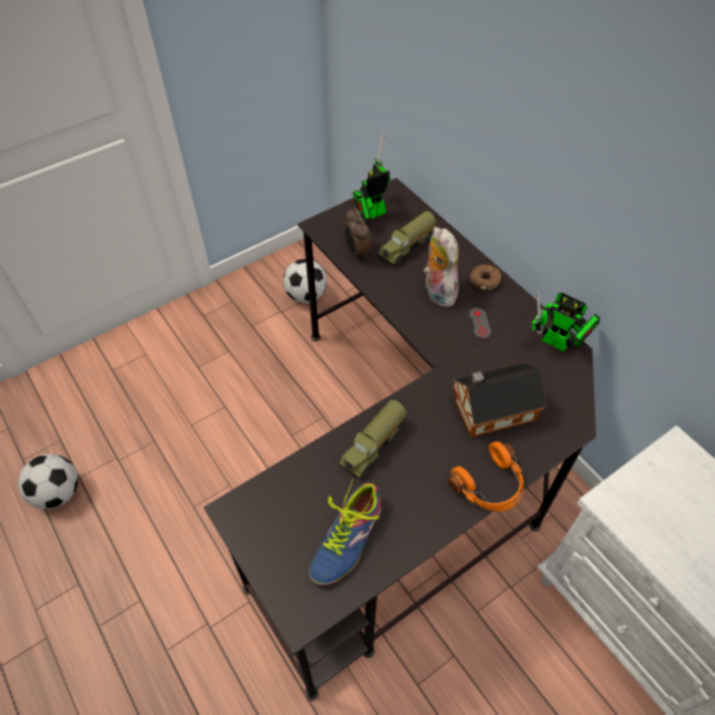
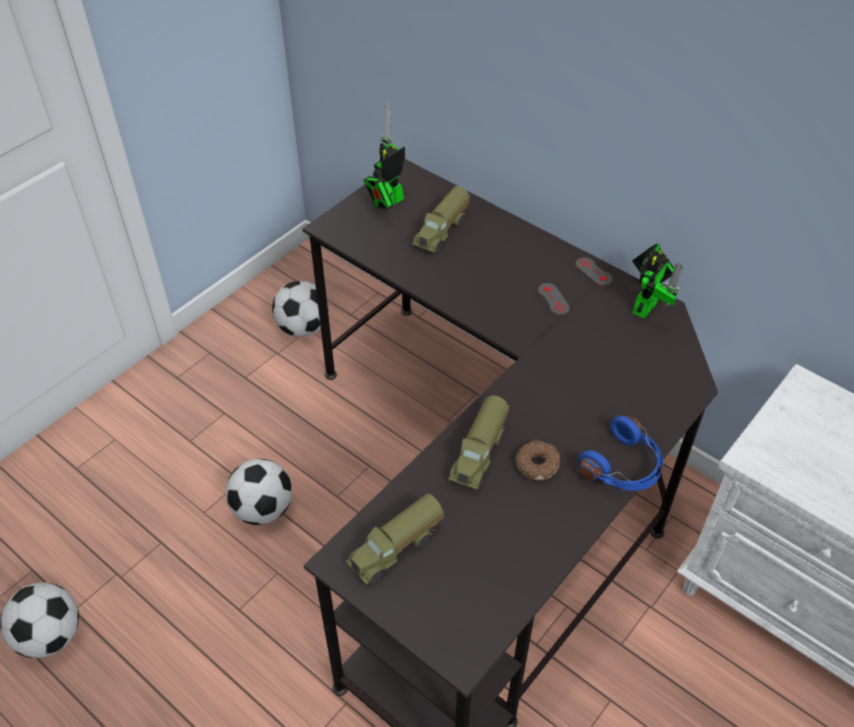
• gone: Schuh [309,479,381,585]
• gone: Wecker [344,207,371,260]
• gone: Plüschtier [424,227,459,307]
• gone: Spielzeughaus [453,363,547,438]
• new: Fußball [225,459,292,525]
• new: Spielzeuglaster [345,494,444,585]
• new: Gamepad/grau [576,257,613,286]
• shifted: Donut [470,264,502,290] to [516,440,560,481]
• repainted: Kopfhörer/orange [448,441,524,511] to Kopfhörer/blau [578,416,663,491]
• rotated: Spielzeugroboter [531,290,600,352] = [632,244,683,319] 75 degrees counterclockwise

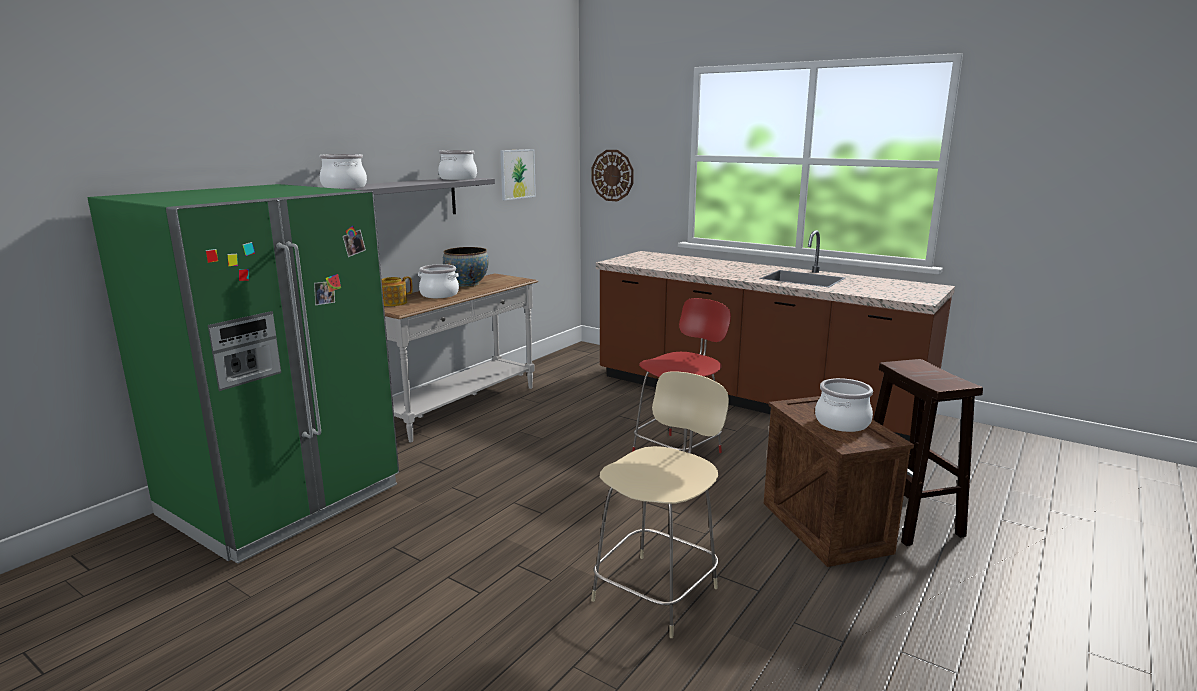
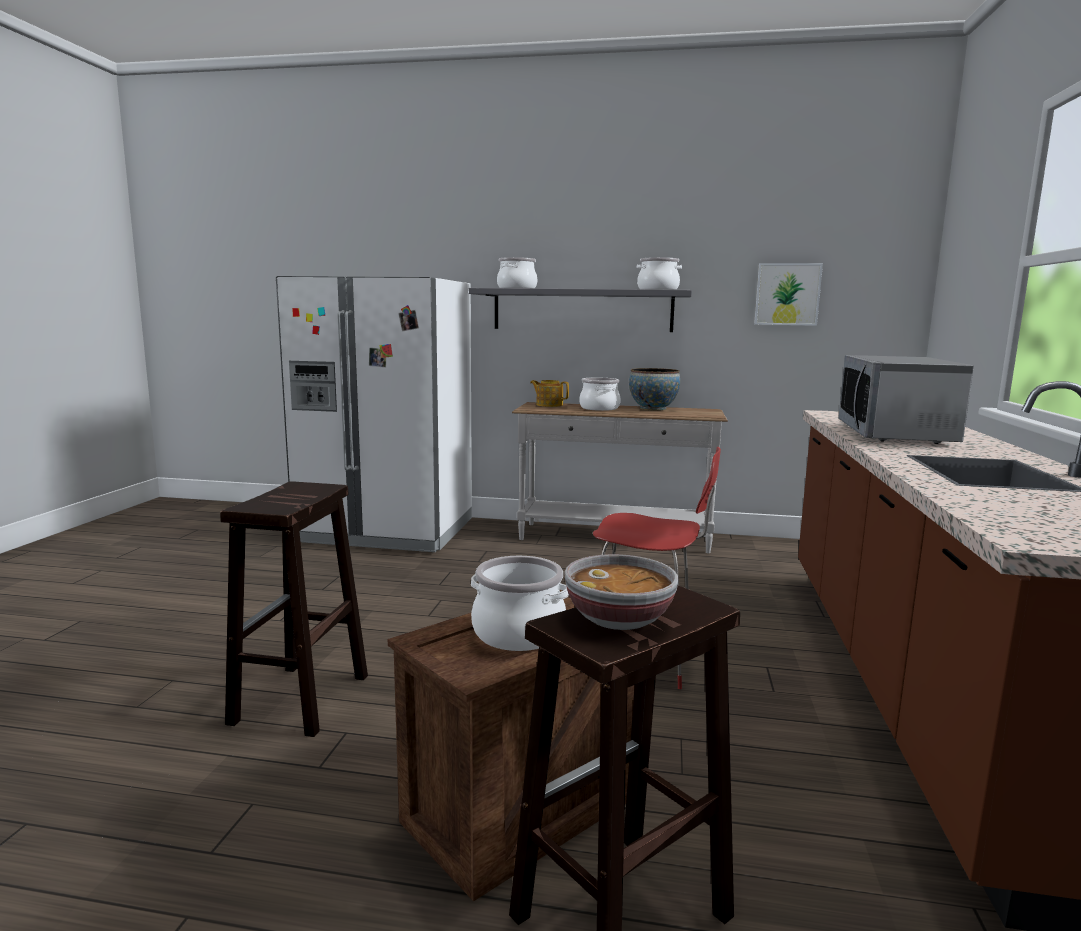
• gone: Wanduhr [591,150,634,201]
• new: Schüssel [564,554,678,630]
• new: Mikrowelle [838,355,974,444]
• swapped: Stuhl/beige [591,372,729,638] to Hocker/braun [220,481,368,737]
• repainted: Kühlschrank/grün [88,184,399,564] to Kühlschrank/weiß [276,276,472,552]

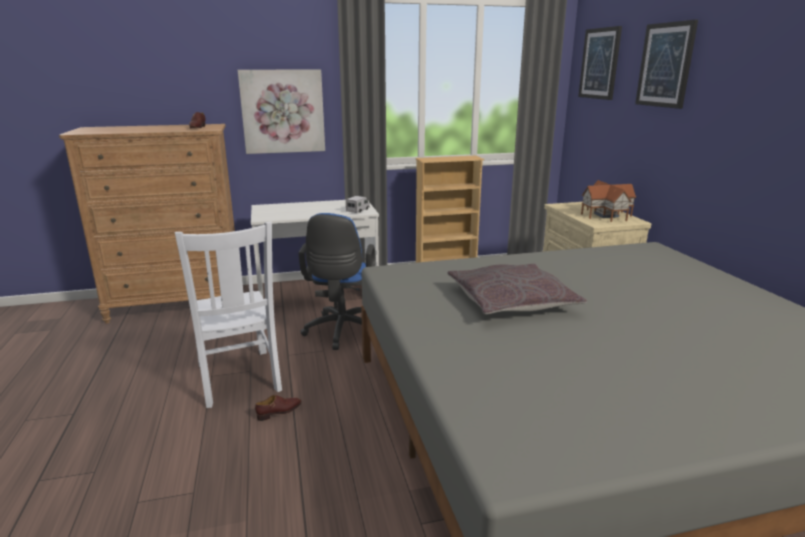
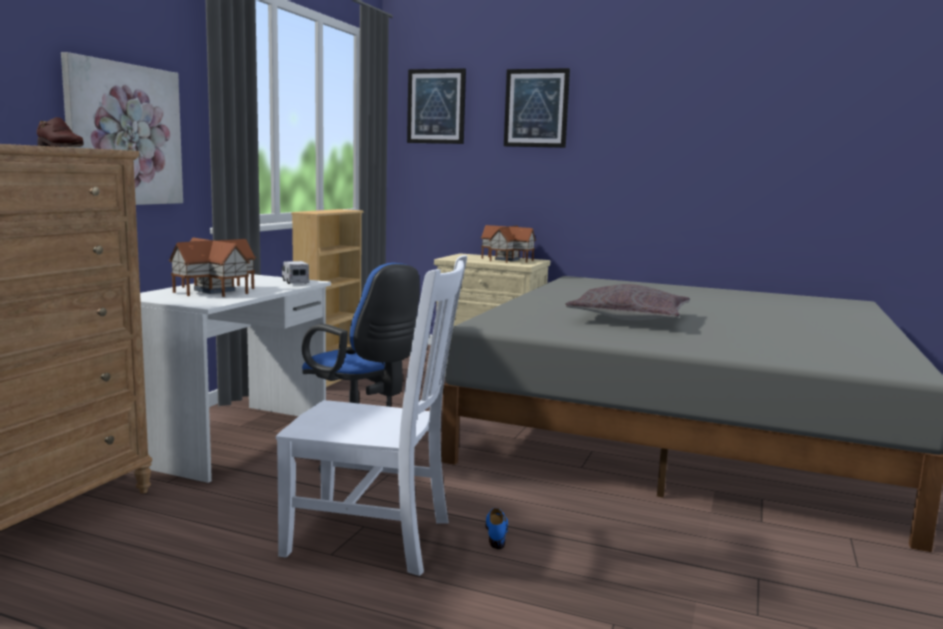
• new: Spielzeughaus [169,238,256,297]
• repainted: Schuh/braun [255,395,301,421] to Schuh/blau [485,508,508,549]

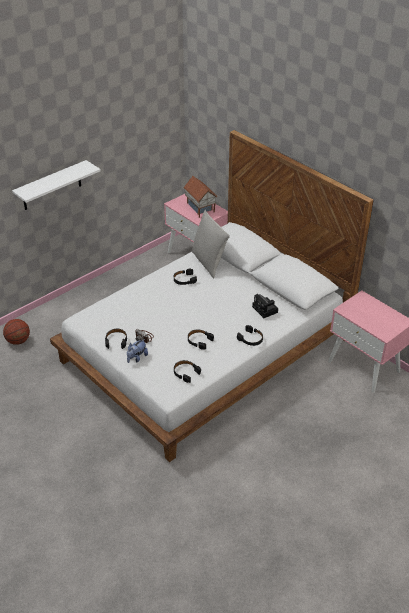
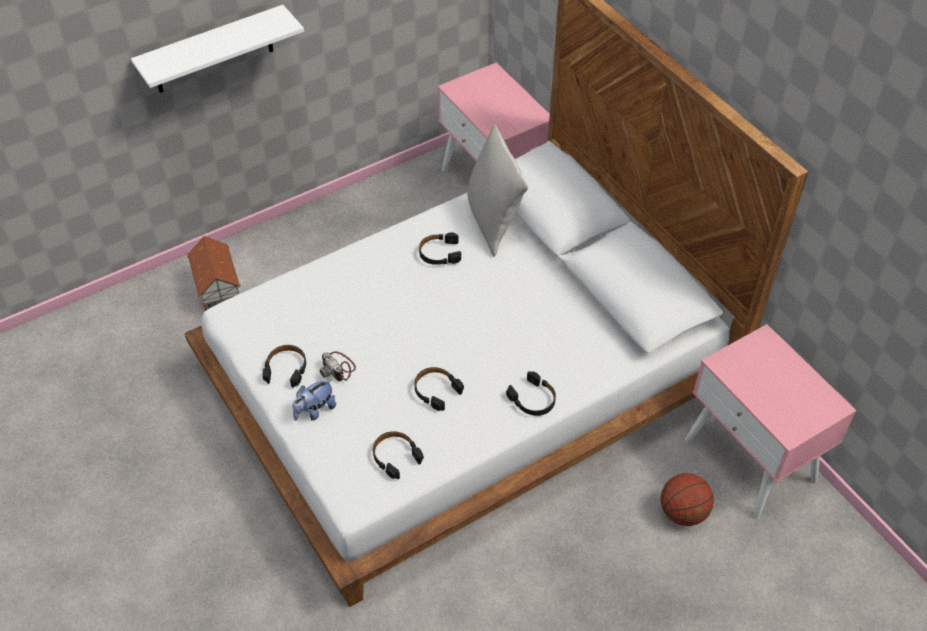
• gone: Kamera [252,294,278,318]
• shifted: Basketball [3,319,30,345] to [660,473,714,526]
• shifted: Spielzeughaus [183,176,217,218] to [187,236,241,311]

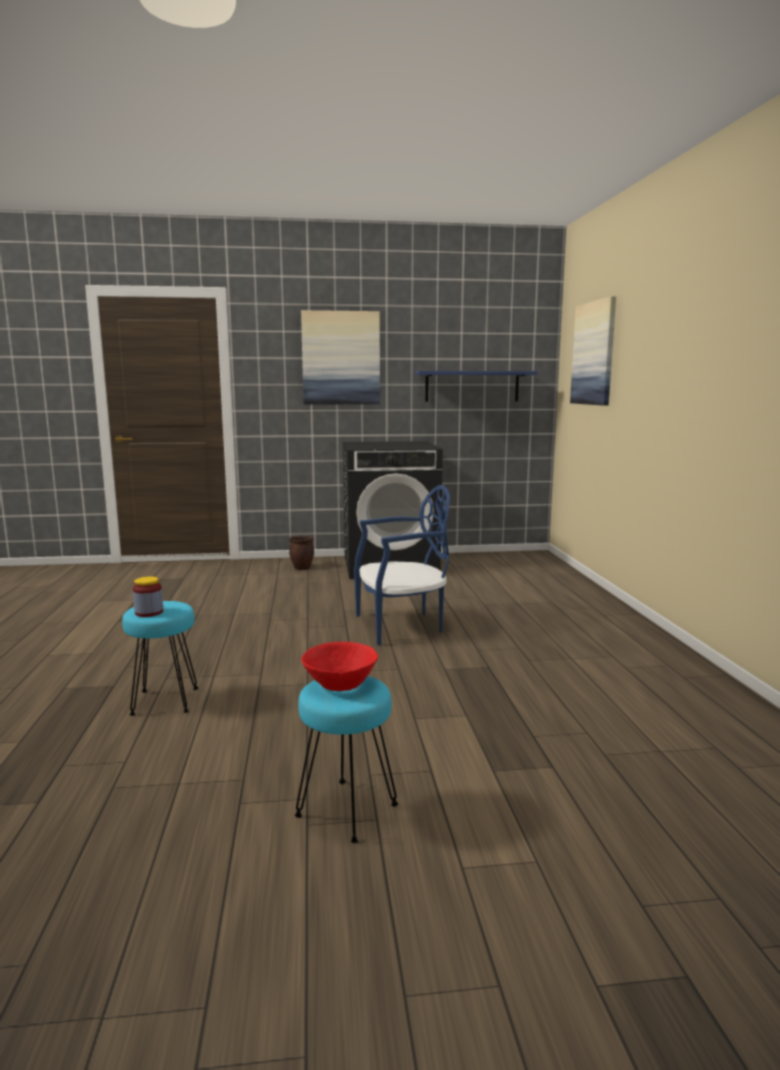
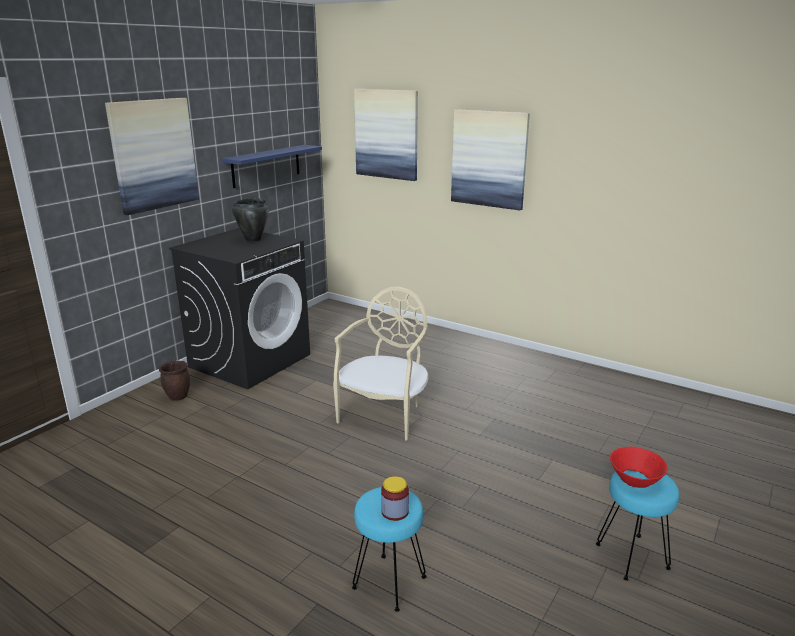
• new: Kochtopf/schwarz [232,198,269,242]
• new: Bild [451,109,530,210]
• repainted: Stuhl/blau [354,485,450,645] to Stuhl/beige [333,287,429,441]

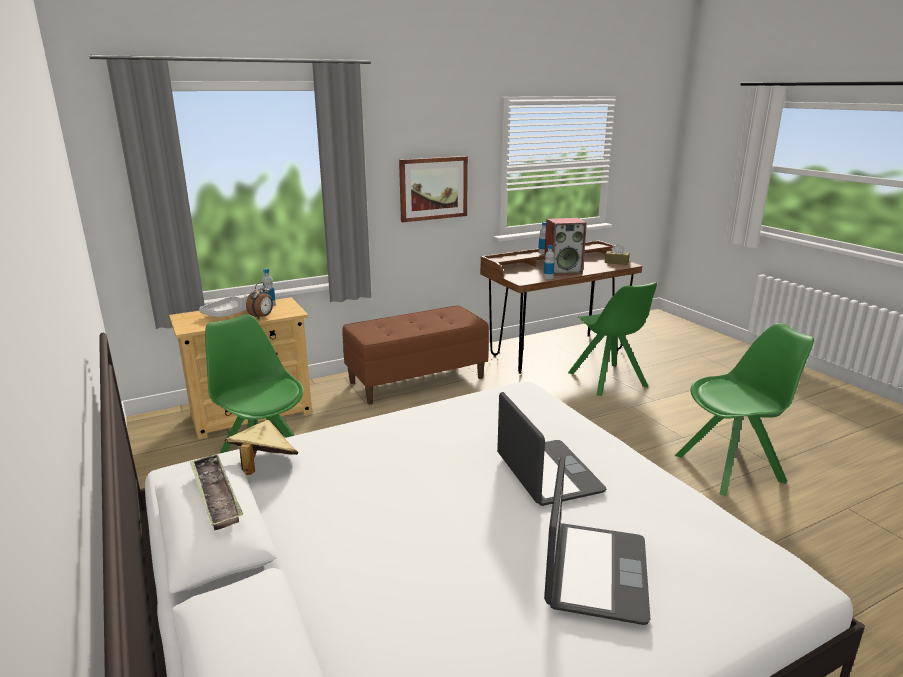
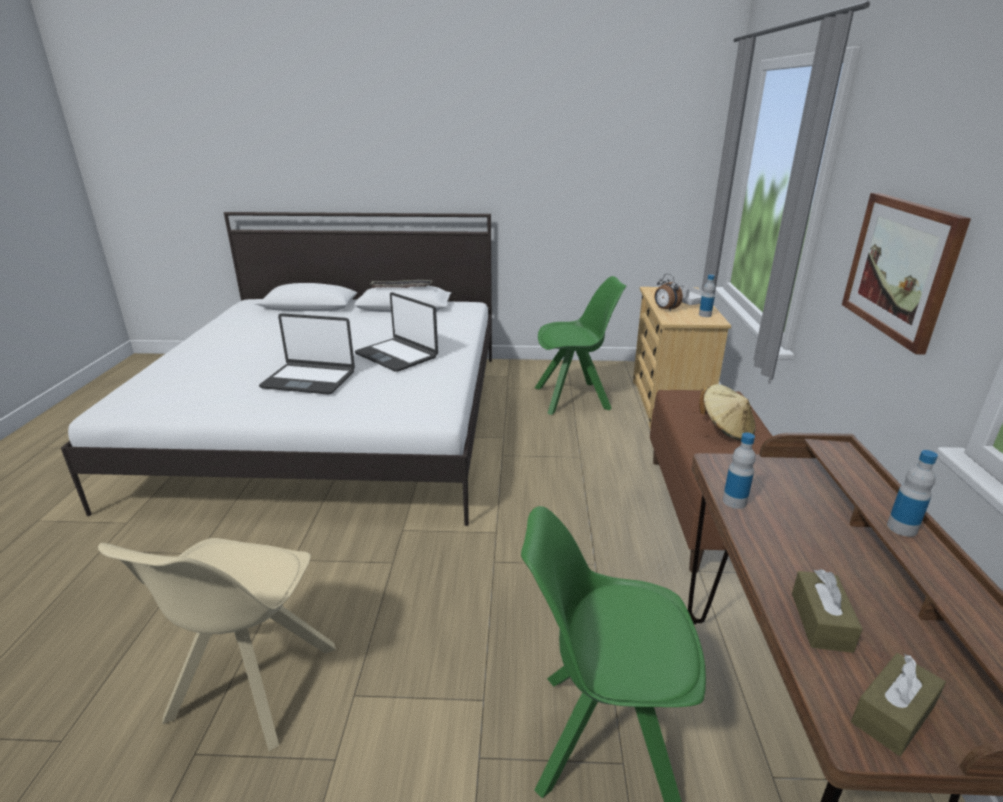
• gone: Lautsprecher [544,218,587,276]
• new: Taschentuchbox/braun [792,569,863,653]
• shifted: Hut/beige [225,420,298,475] to [699,384,756,441]
• shifted: Laptop [544,455,650,625] to [355,292,438,372]
• repainted: Stuhl/grün [675,323,814,496] to Stuhl/beige [98,538,336,751]

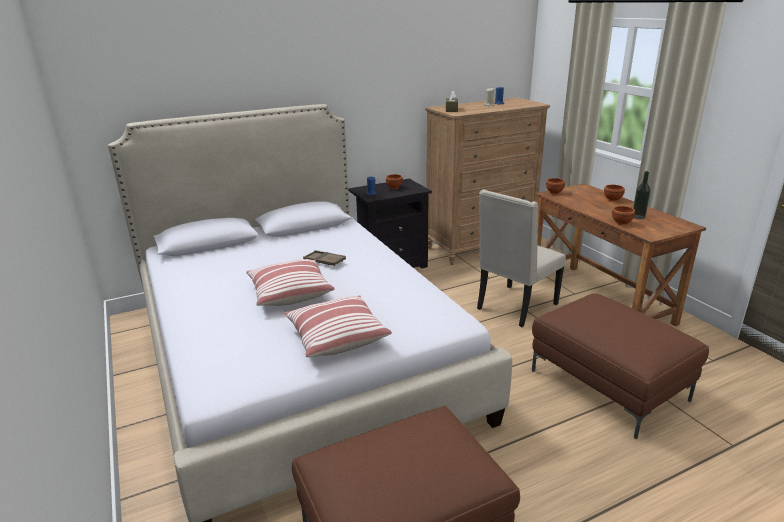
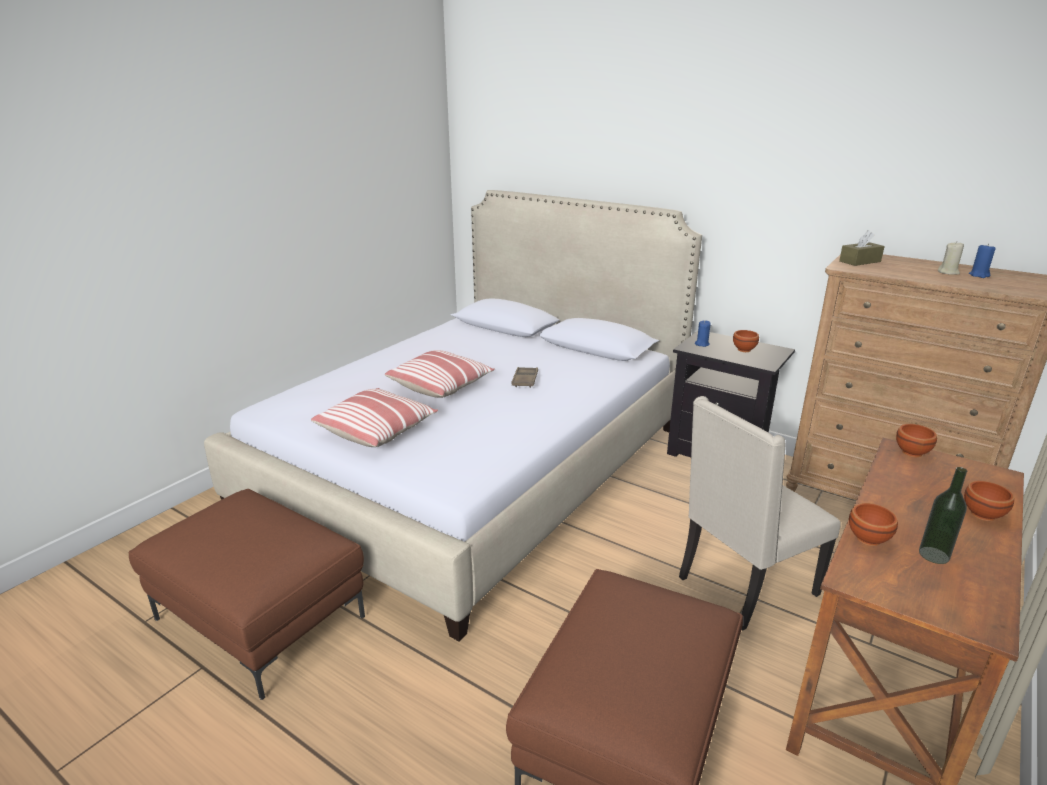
• rotated: Stuhl/beige [477,189,566,327] = [679,396,841,631] 45 degrees counterclockwise

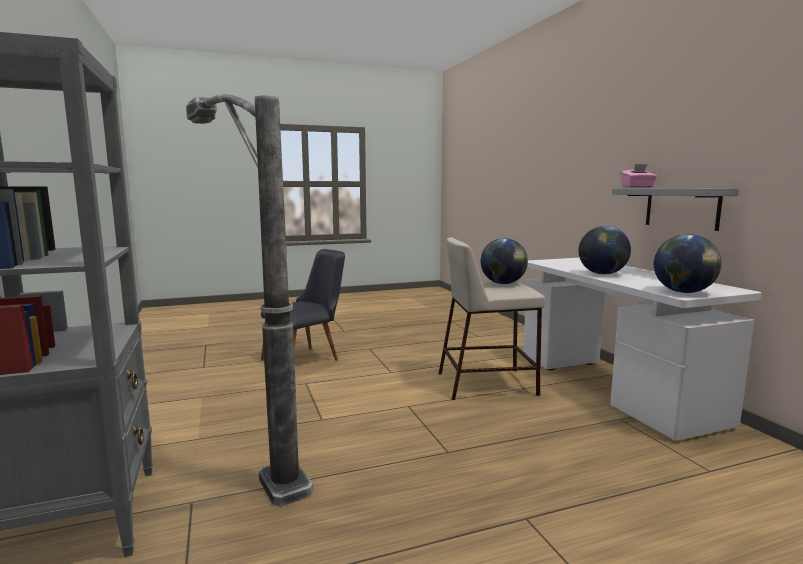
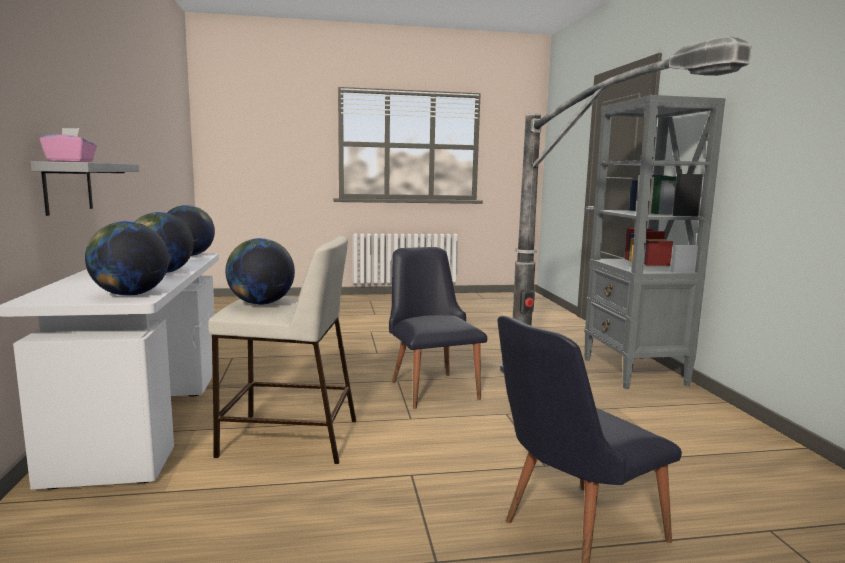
• new: Globus [85,221,169,296]
• new: Stuhl/schwarz [389,247,487,409]

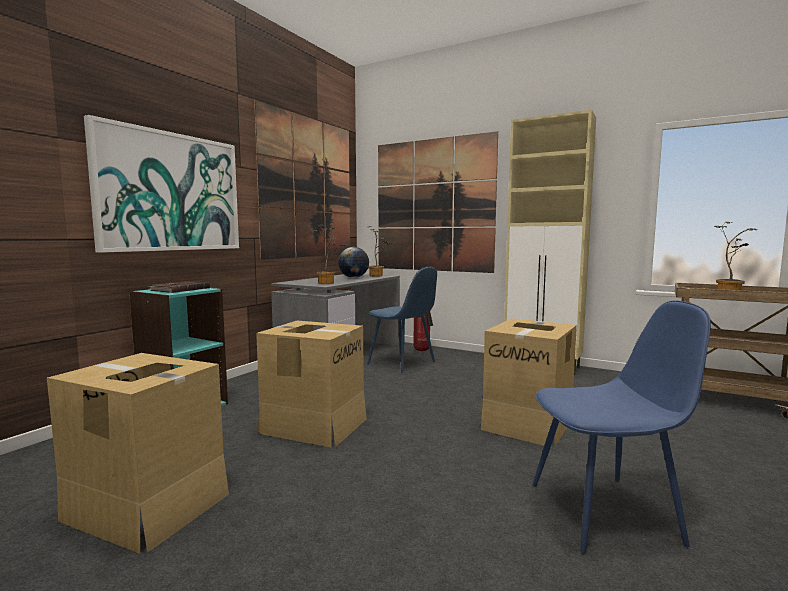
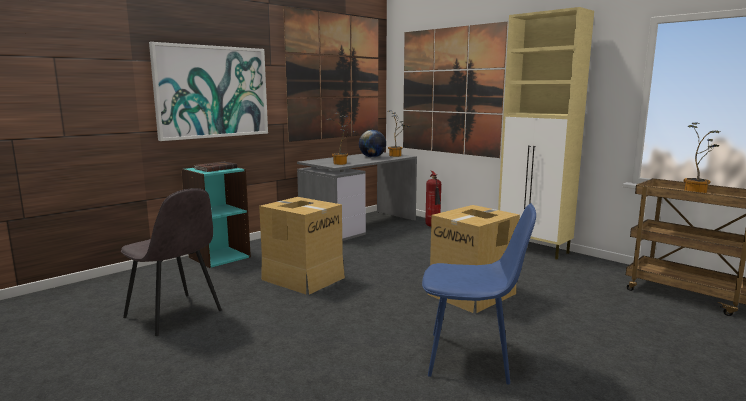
• gone: Stuhl/blau [367,267,437,373]
• swapped: Karton [47,353,229,554] to Stuhl/grau [121,188,222,336]

